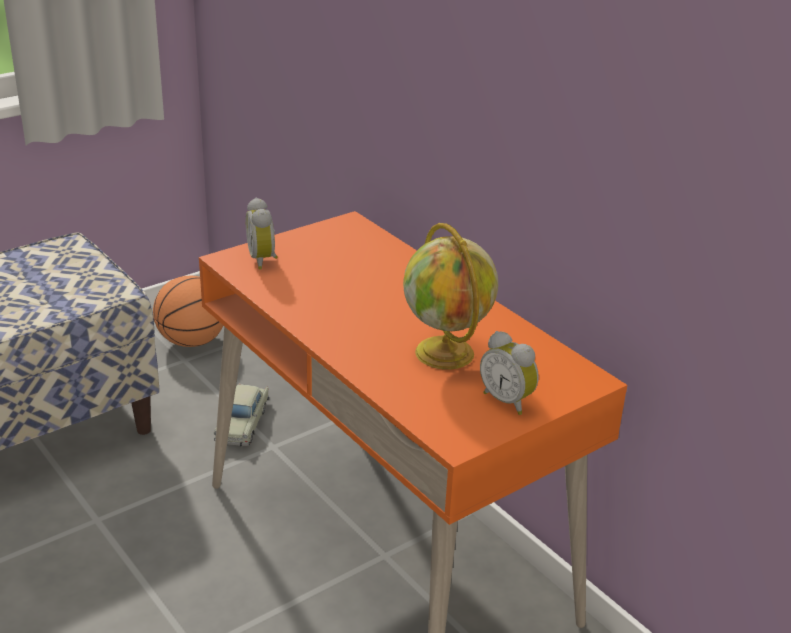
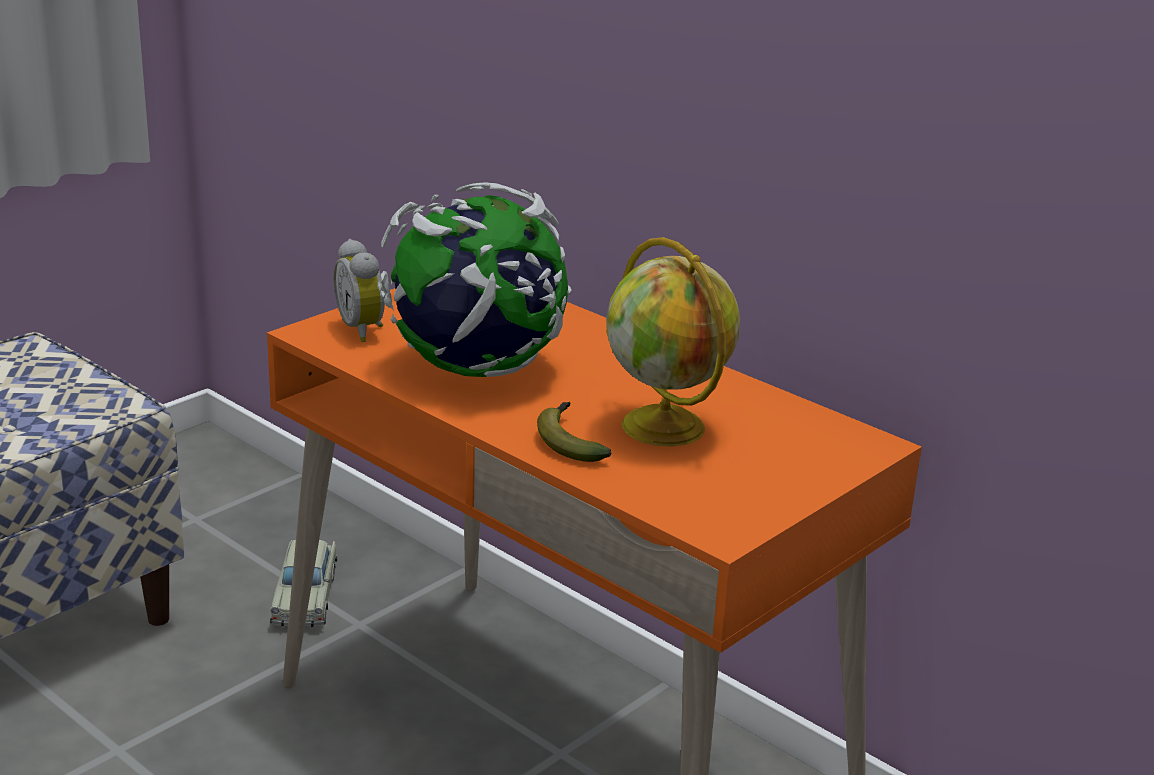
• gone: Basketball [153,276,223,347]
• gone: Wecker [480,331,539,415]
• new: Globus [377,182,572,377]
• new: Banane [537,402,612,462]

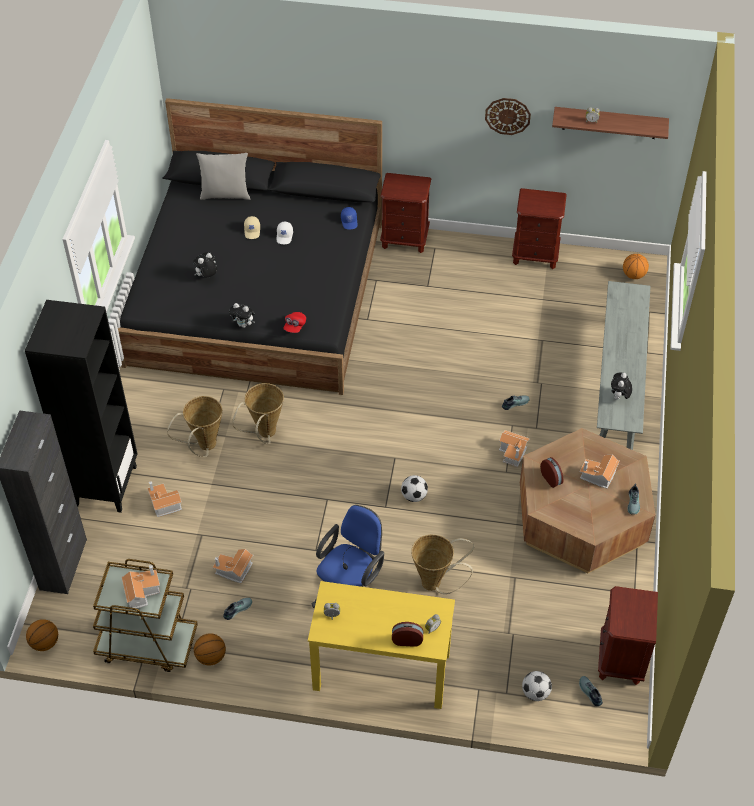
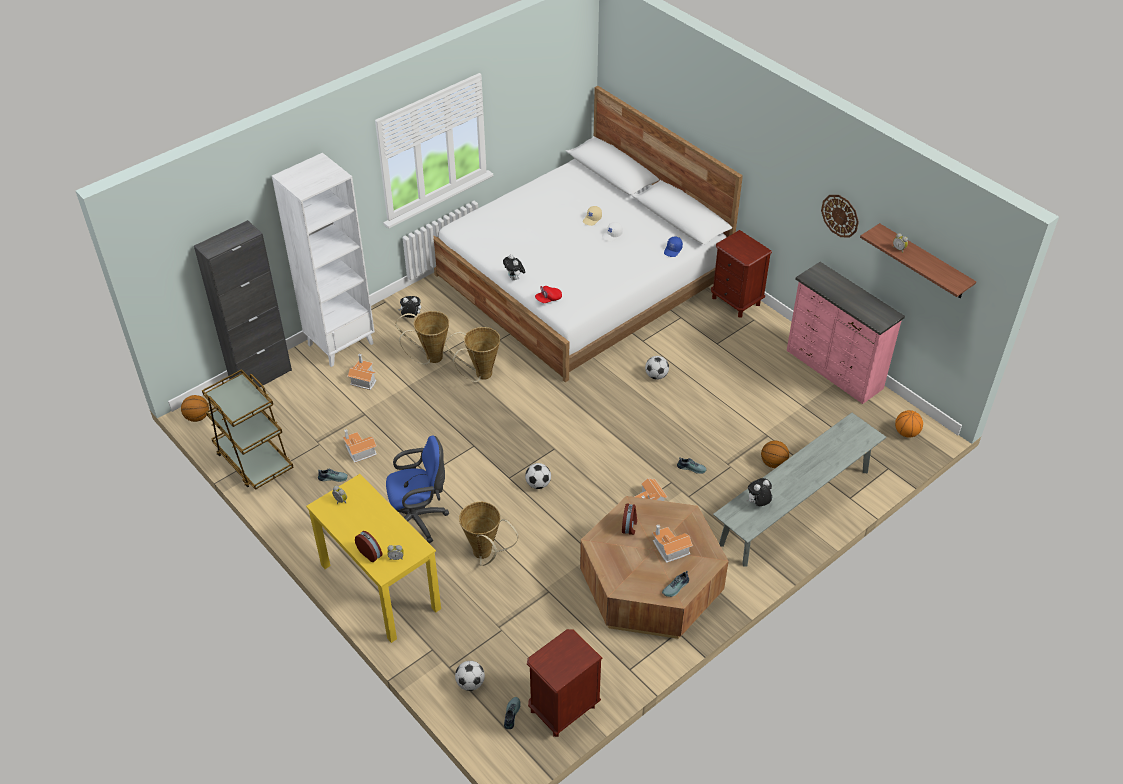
• gone: Spielzeughaus [121,565,160,610]
• gone: Kissen/grau [196,153,250,200]
• new: Fußball [645,356,669,380]
• shifted: Plüschtier [193,252,217,278] to [398,296,421,318]
• shifted: Basketball [194,633,226,665] to [761,441,789,468]
• swapped: Nachttisch/braun [512,188,567,269] to Kommode/rosa [787,262,905,404]
• repainted: Bücherregal/schwarz [25,300,138,513] to Bücherregal/weiß [272,153,375,367]
• repainted: Bett/schwarz [118,98,382,395] to Bett/weiß [433,86,743,382]

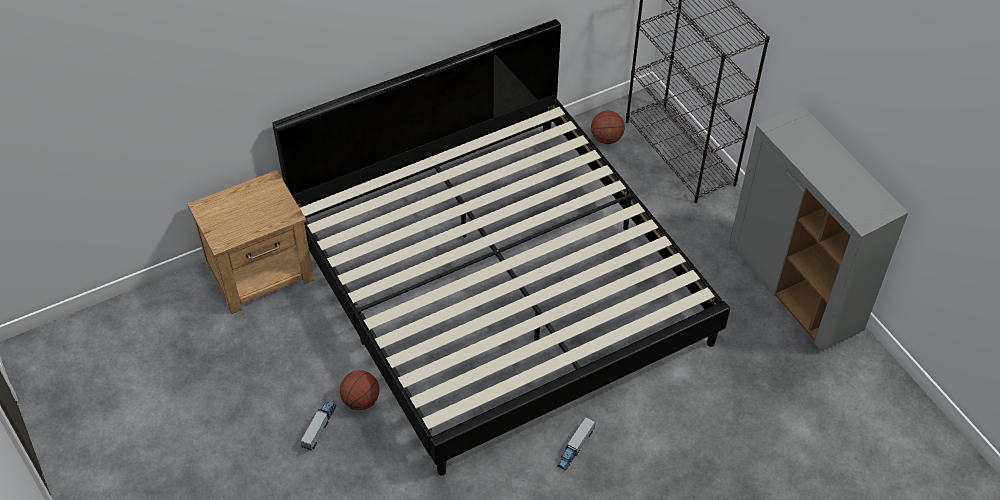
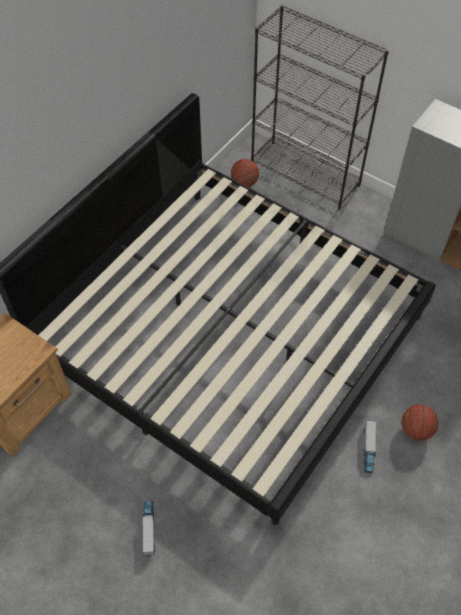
• shifted: Basketball [340,370,379,410] to [401,404,438,441]

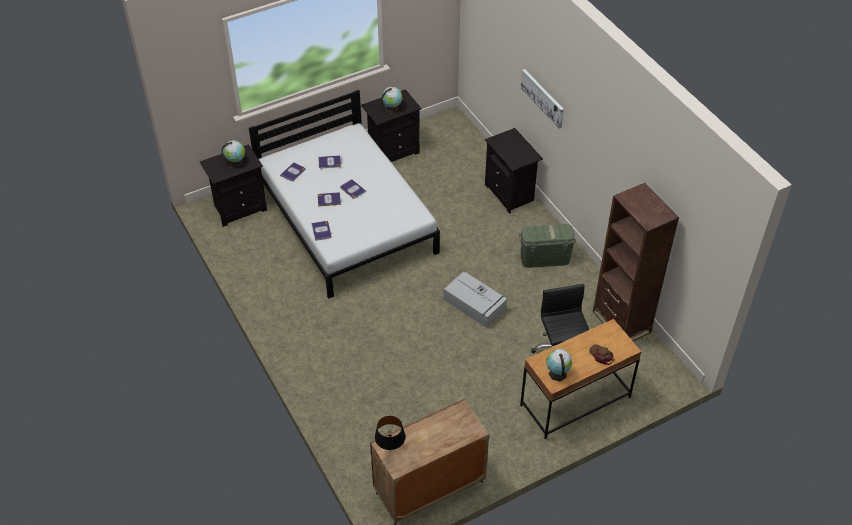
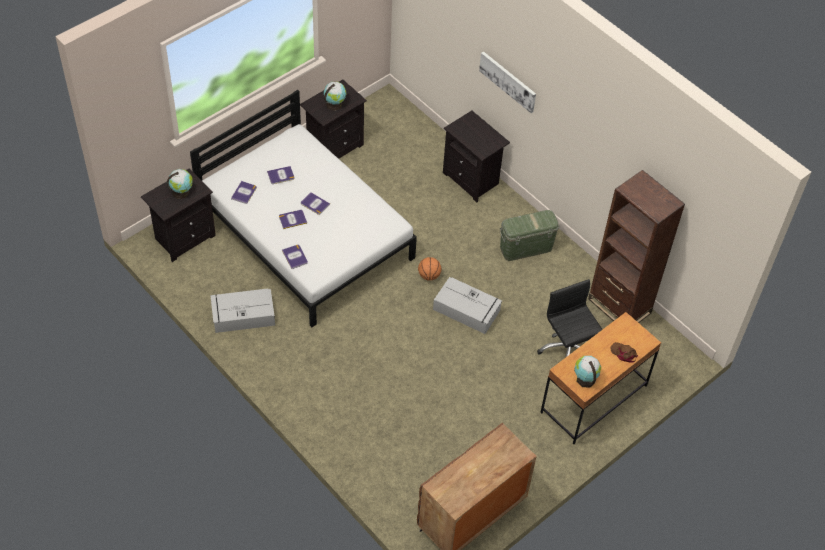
• gone: Tischlampe/schwarz [375,416,405,451]
• new: Aufbewahrungsbox/grau [210,288,275,333]
• new: Basketball [418,257,442,281]

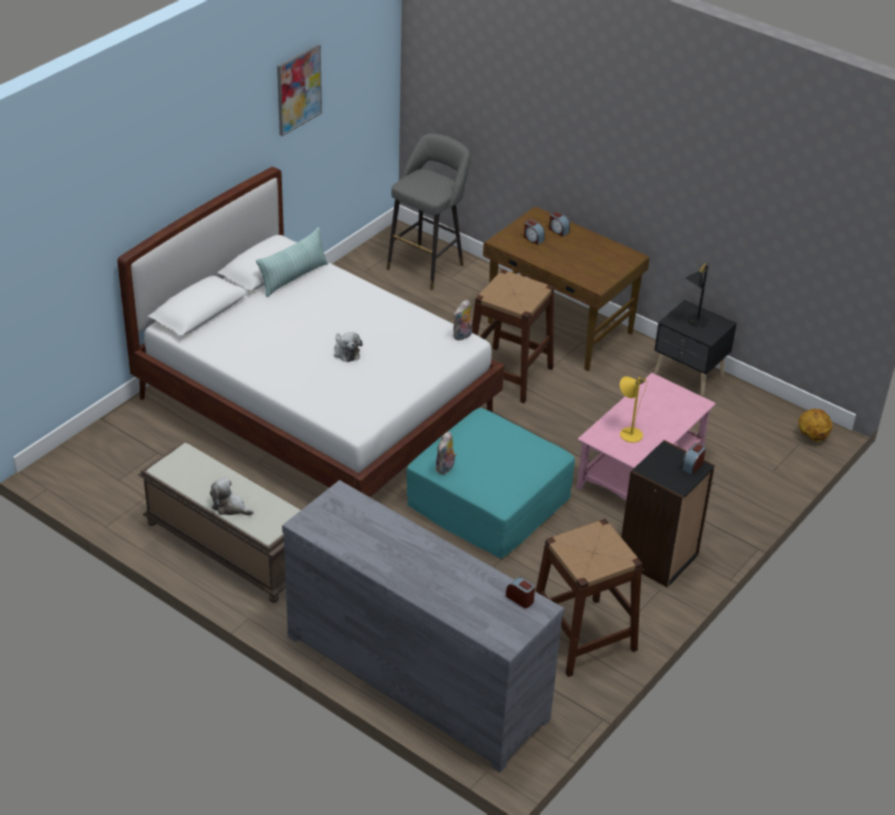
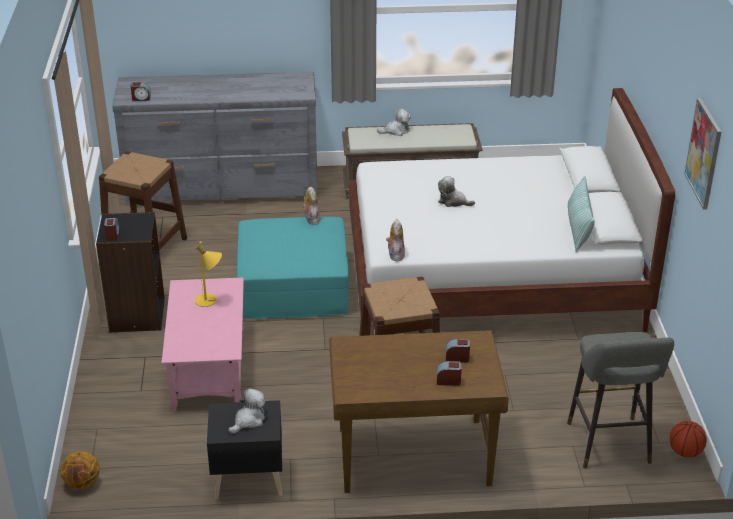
• new: Basketball [670,421,707,458]
• swapped: Tischlampe/schwarz [685,262,709,327] to Plüschtier [229,388,265,434]

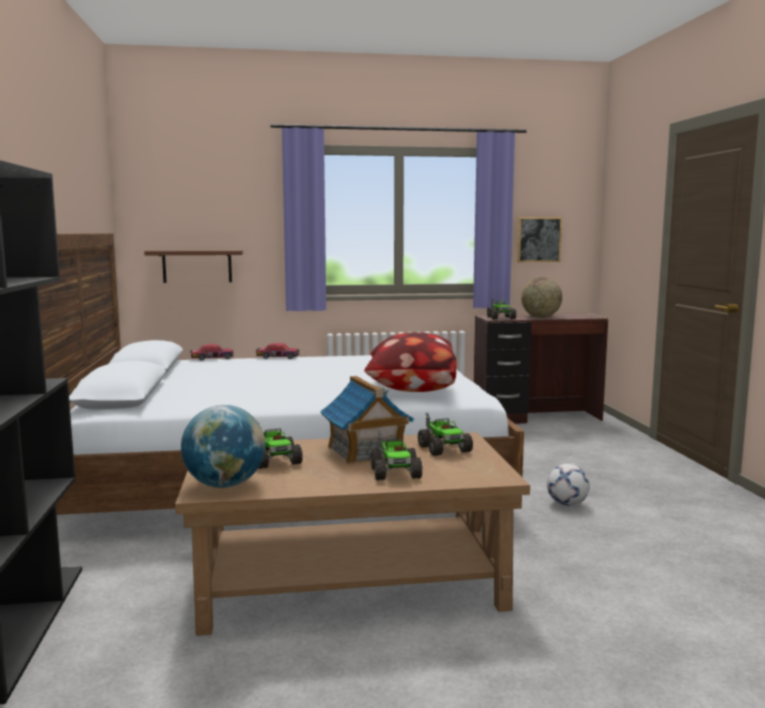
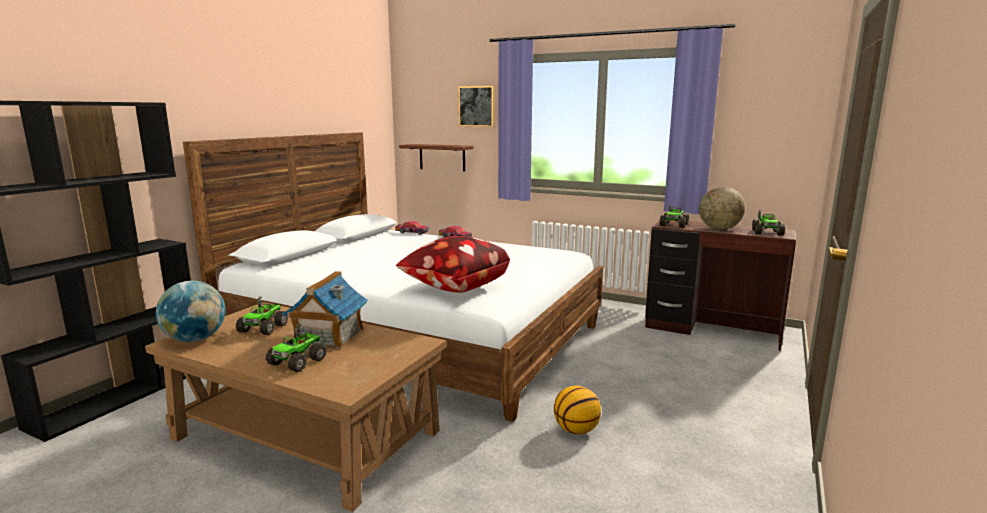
• shifted: Spielzeuglaster [418,412,473,456] to [752,209,785,236]
• shifted: Bild [517,217,562,262] to [458,86,494,127]
• swapped: Fußball [547,464,590,506] to Basketball [554,386,601,434]

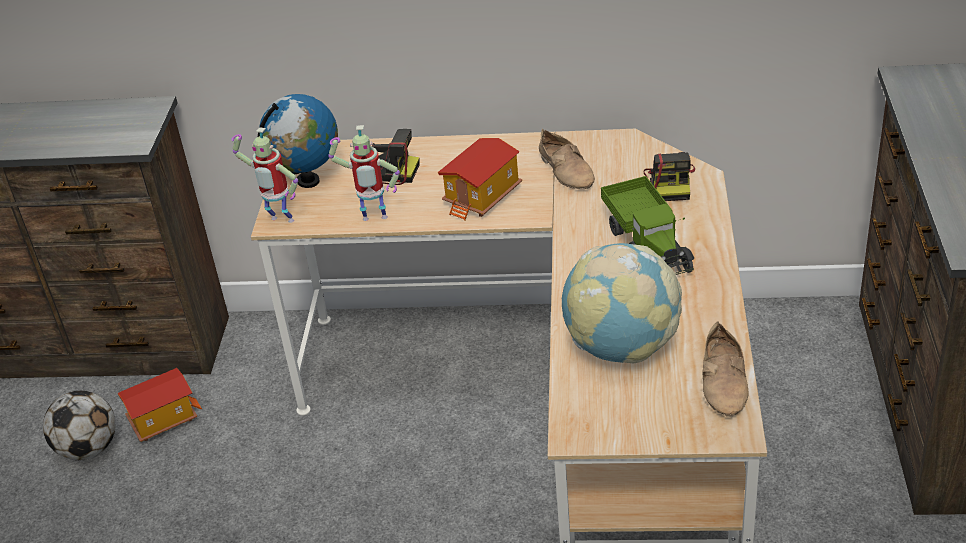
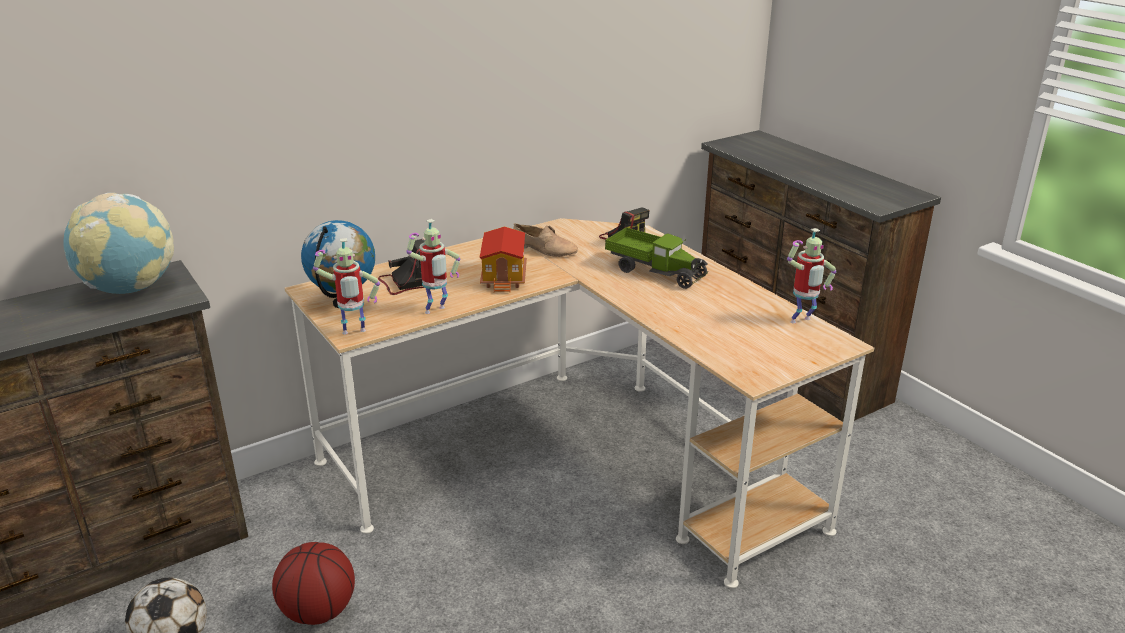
• gone: Spielzeughaus [118,368,202,442]
• new: Basketball [272,542,355,625]
• shifted: Globus [562,243,682,363] to [63,193,174,294]
• swapped: Schuh/beige [702,321,749,417] to Spielzeugroboter [787,228,836,323]

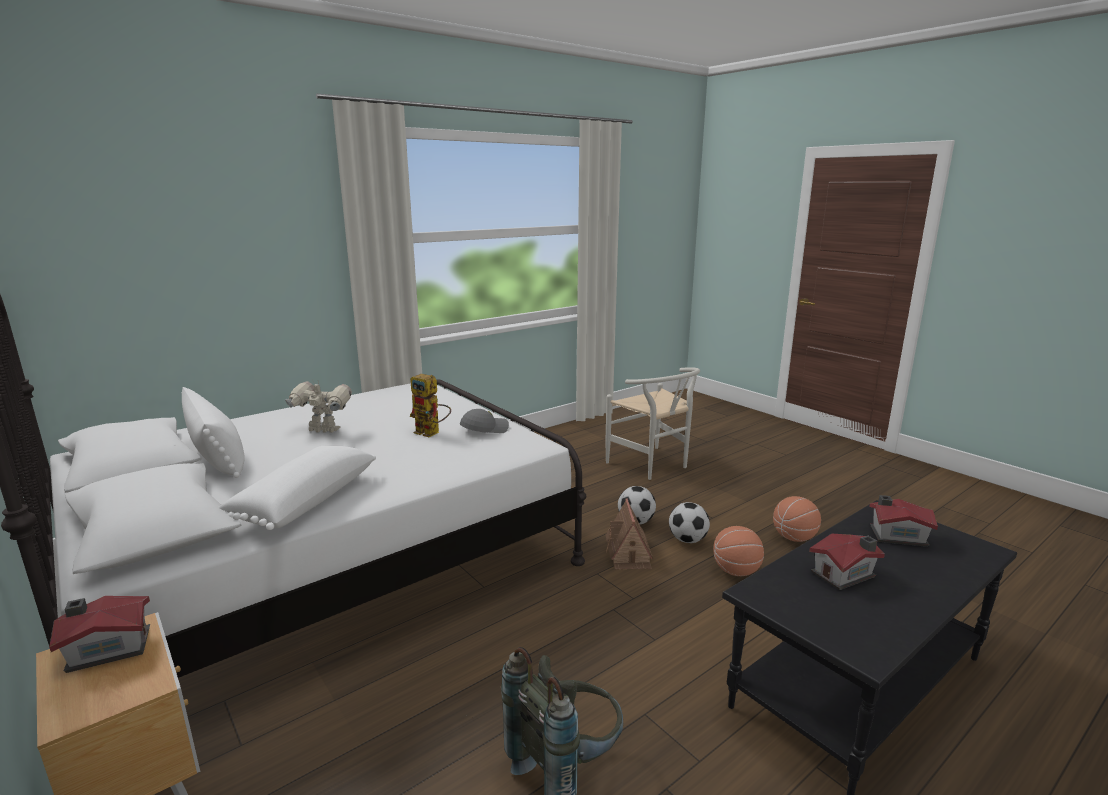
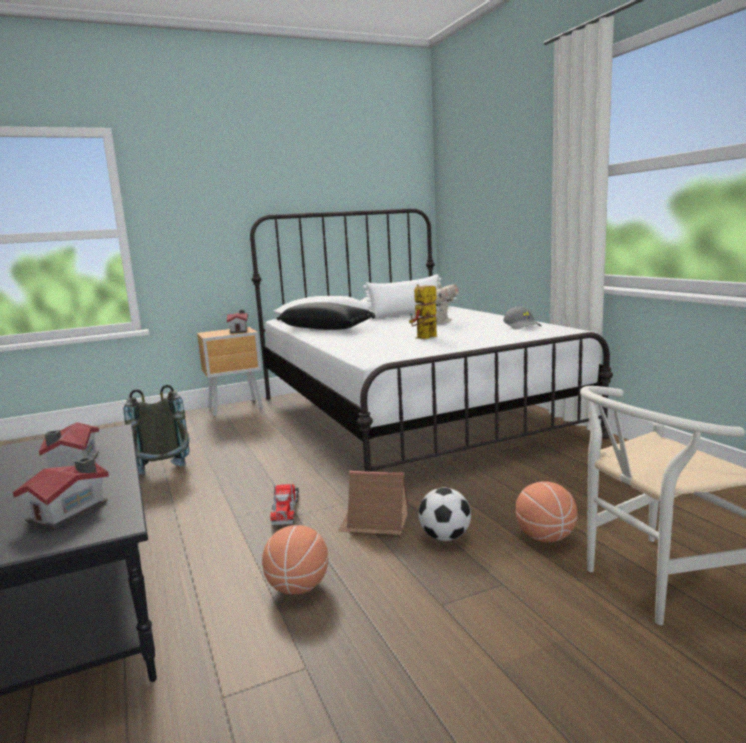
• gone: Fußball [669,502,710,543]
• new: Spielzeuglaster [270,484,299,525]
• shifted: Kappe/grau [460,409,509,433] to [503,307,542,330]
• shifted: Basketball [773,496,821,542] to [516,481,577,542]
• repainted: Kissen/weiß [219,446,376,530] to Kissen/schwarz [277,302,375,330]

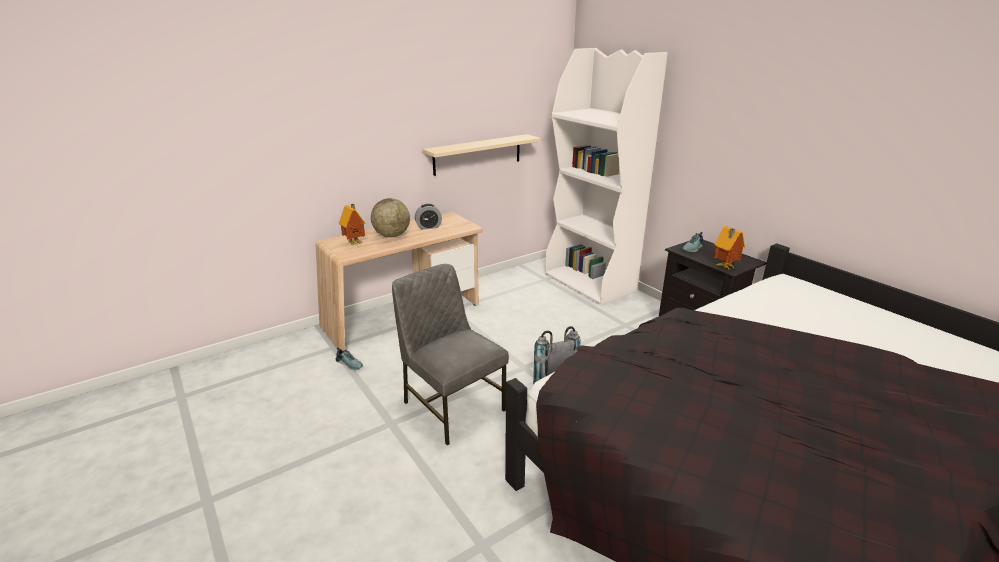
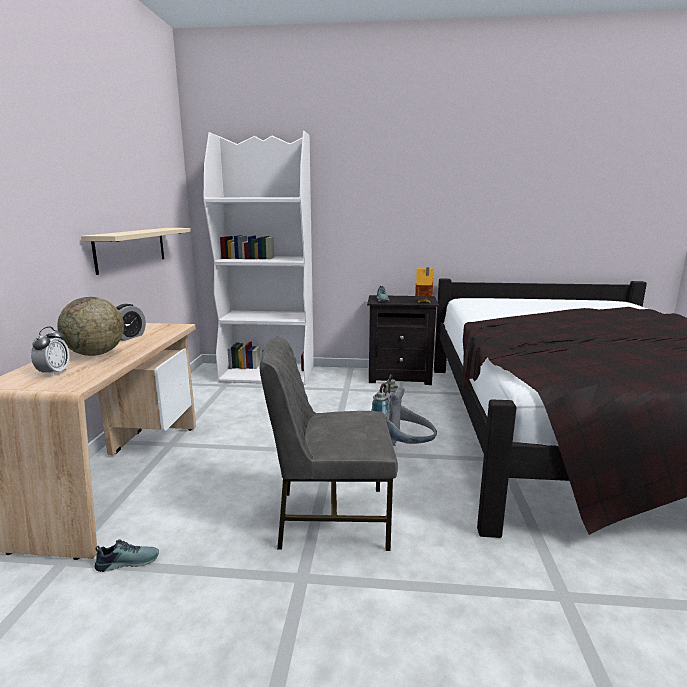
• swapped: Spielzeughaus [339,204,365,245] to Wecker [31,327,70,377]

